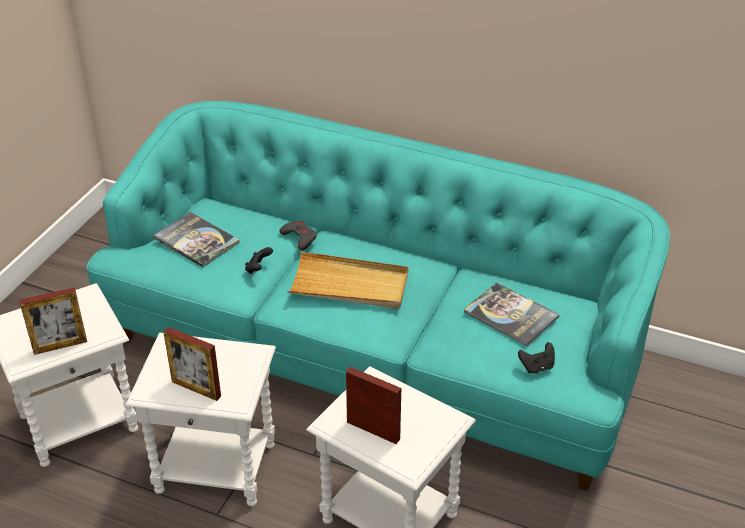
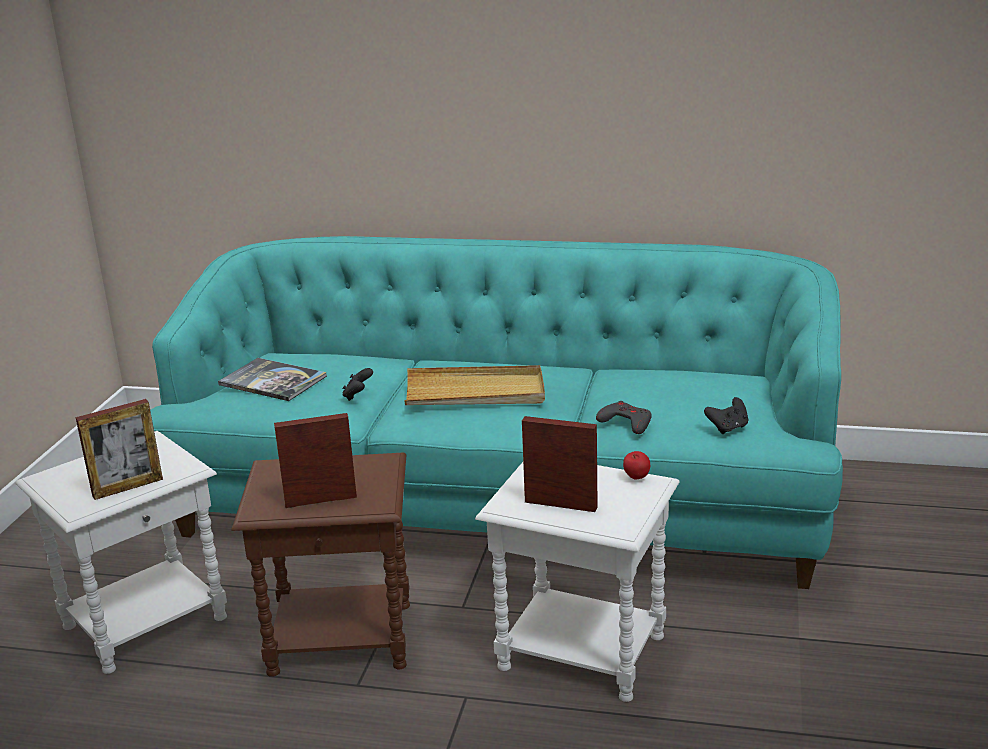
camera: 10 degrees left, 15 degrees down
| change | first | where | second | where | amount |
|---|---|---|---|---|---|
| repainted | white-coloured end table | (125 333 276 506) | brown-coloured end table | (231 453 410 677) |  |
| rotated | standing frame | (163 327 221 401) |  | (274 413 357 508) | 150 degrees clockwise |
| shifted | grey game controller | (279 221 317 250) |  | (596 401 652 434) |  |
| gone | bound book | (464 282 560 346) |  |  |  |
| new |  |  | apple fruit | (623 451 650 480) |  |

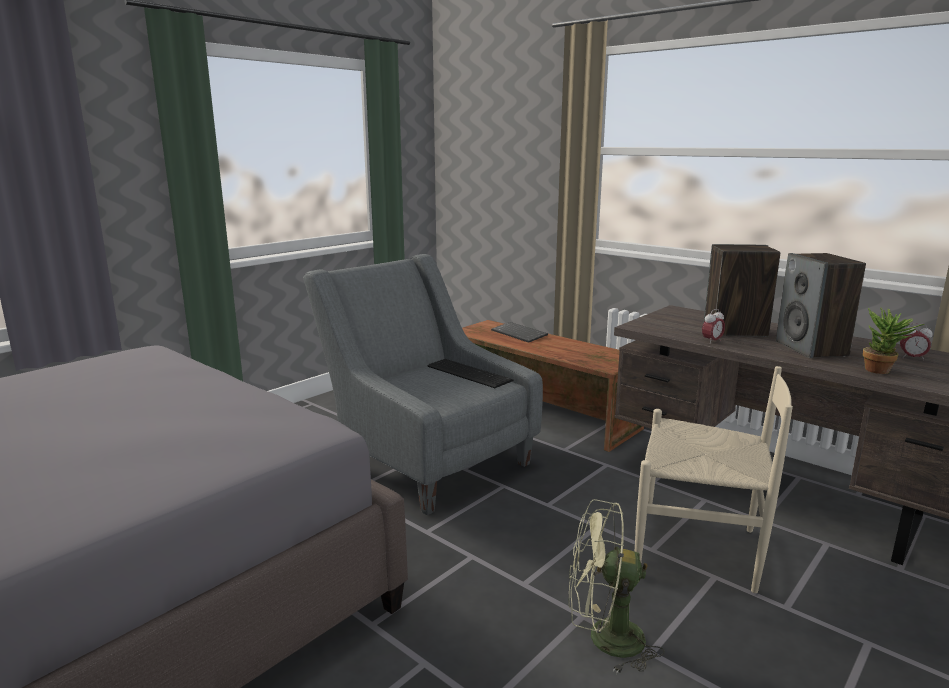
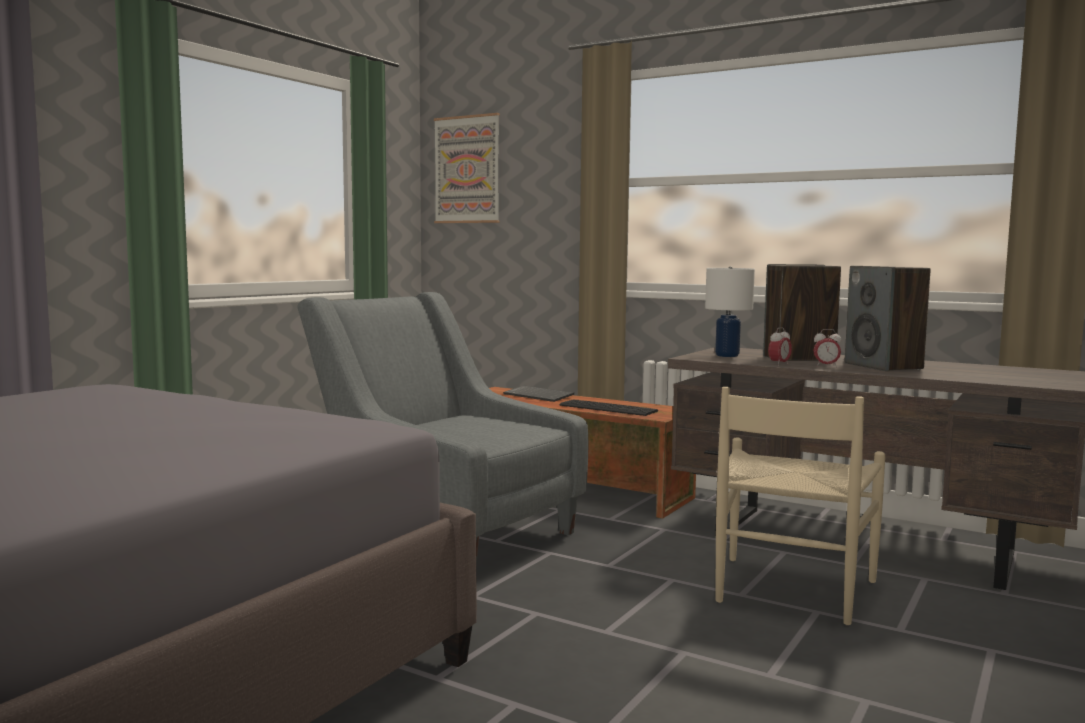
camera: 10 degrees left, 10 degrees down
| change | first | where | second | where | amount |
|---|---|---|---|---|---|
| shifted | keyboard | (428 359 514 388) |  | (559 399 658 416) |  |
| gone | green-coloured electric fan | (568 499 664 674) |  |  |  |
| rotated | sand-coloured upright chair | (635 366 793 593) |  | (716 387 885 625) | 105 degrees clockwise |
| gone | plant in a pot | (863 308 925 374) |  |  |  |
| shifted | table clock | (900 323 933 361) |  | (813 329 841 368) |  |
| new |  |  | wall picture | (434 113 500 223) |  |
| new |  |  | white-coloured table lamp | (705 266 755 357) |  |

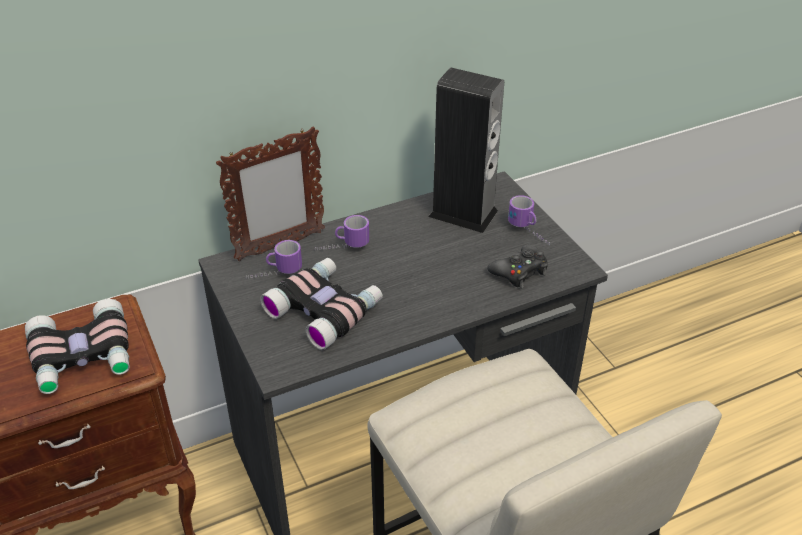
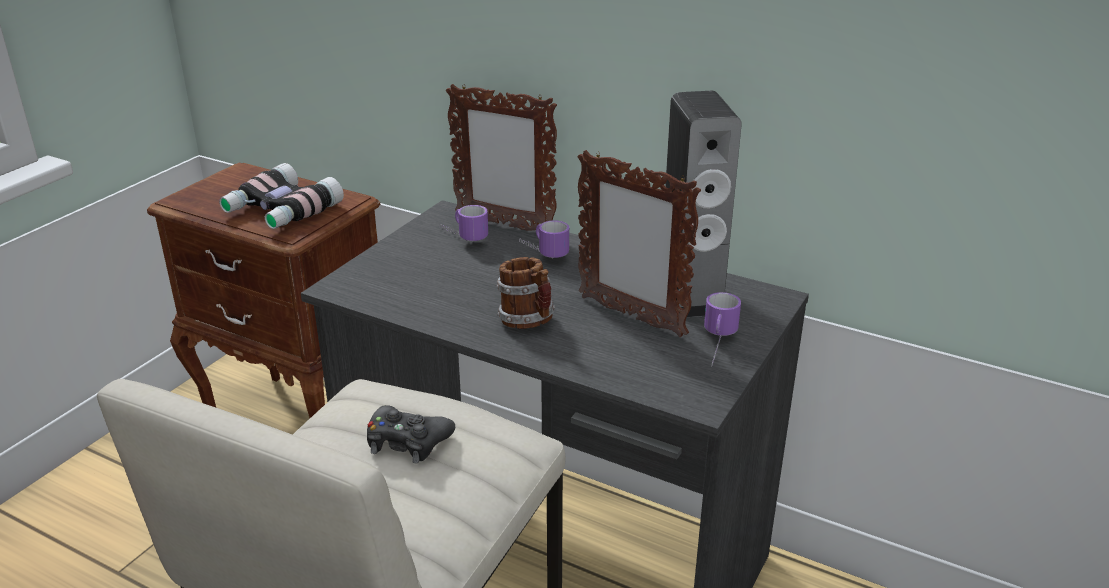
camera: 55 degrees right, 10 degrees down
| change | first | where | second | where | amount |
|---|---|---|---|---|---|
| gone | field glasses | (260 258 383 350) |  |  |  |
| shifted | black-coloured game controller | (487 244 548 288) |  | (367 405 455 464) |  |
| new |  |  | mug | (496 257 555 329) |  |
| new |  |  | standing frame | (578 150 701 337) |  |

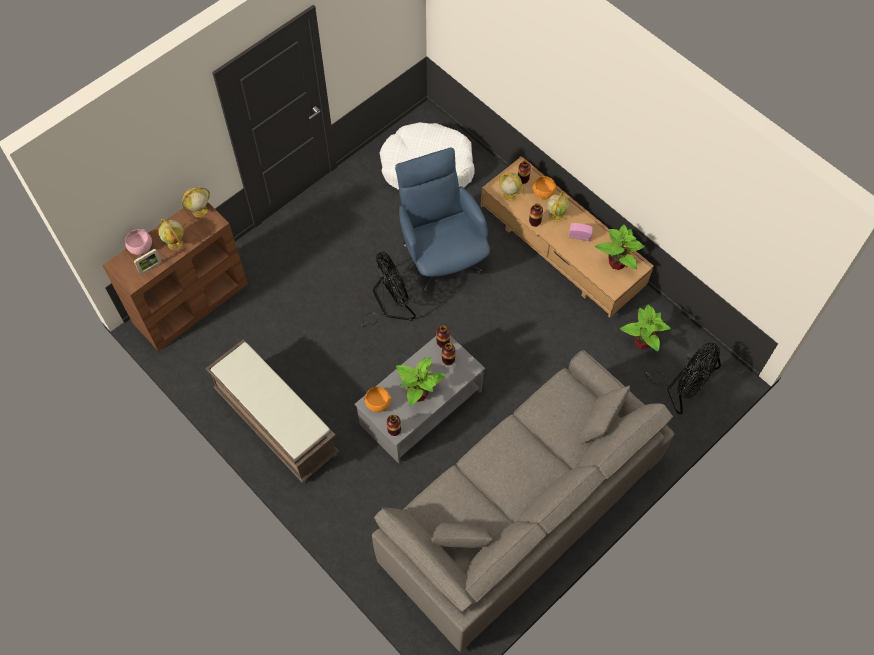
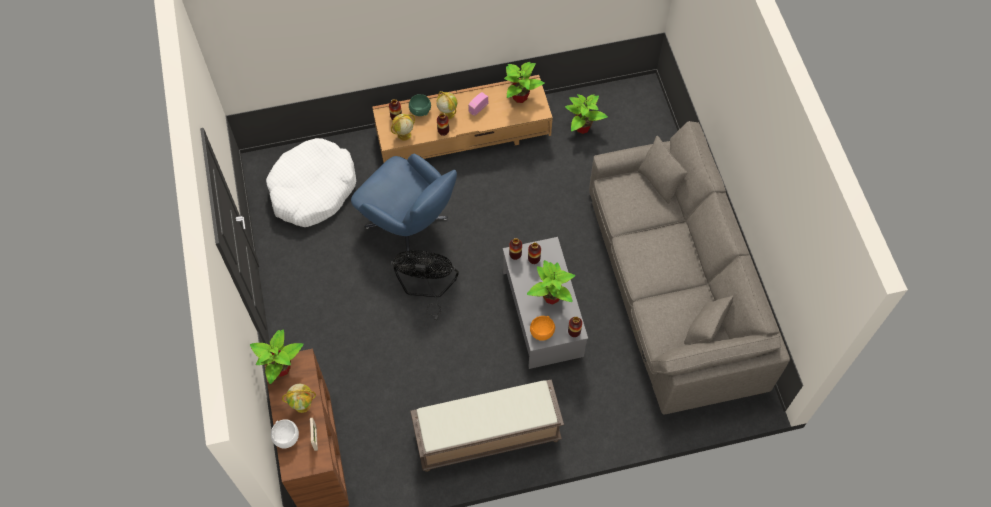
camera: 60 degrees left, 0 degrees up
| change | first | where | second | where | amount |
|---|---|---|---|---|---|
| repainted | pink bowl | (125 229 152 255) | white-coloured bowl | (271 419 299 448) |  |
| swapped | desk globe | (182 187 210 217) | plant in a pot | (250 329 303 384) |  |
| rotated | blue armchair | (395 147 490 291) |  | (351 154 457 259) | 150 degrees counterclockwise |
| repainted | orange-coloured bowl | (533 176 556 200) | green-coloured bowl | (409 94 431 116) |  |
| gone | black-coloured electric fan | (645 343 721 415) |  |  |  |

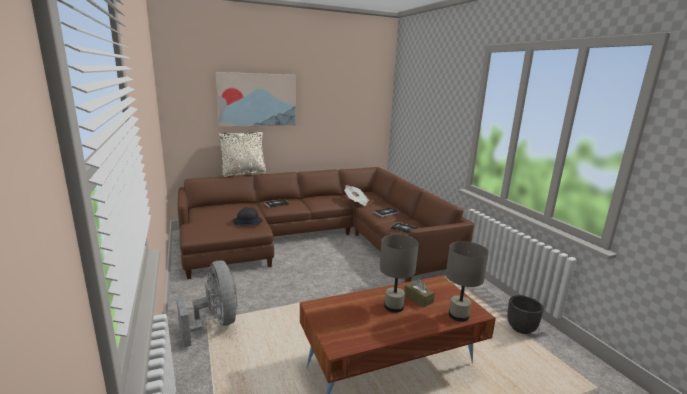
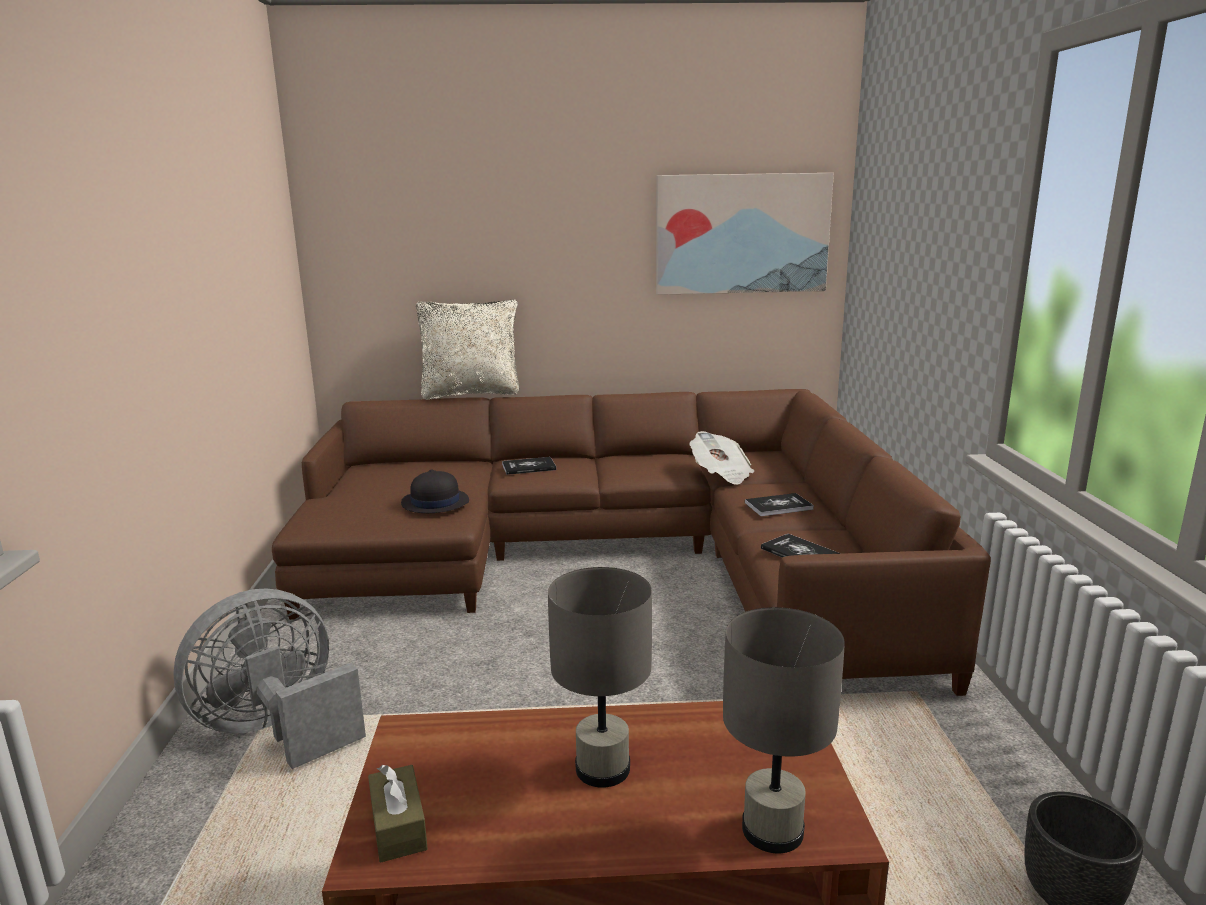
camera: 20 degrees right, 0 degrees up
| change | first | where | second | where | amount |
|---|---|---|---|---|---|
| rotated | grey electric fan | (176 261 238 348) |  | (173 588 366 769) | 120 degrees counterclockwise |
| shifted | wall picture | (216 72 296 127) |  | (656 173 834 295) |  |
| shifted | brown-coloured box of tissues | (404 279 435 307) |  | (368 765 428 862) |  |

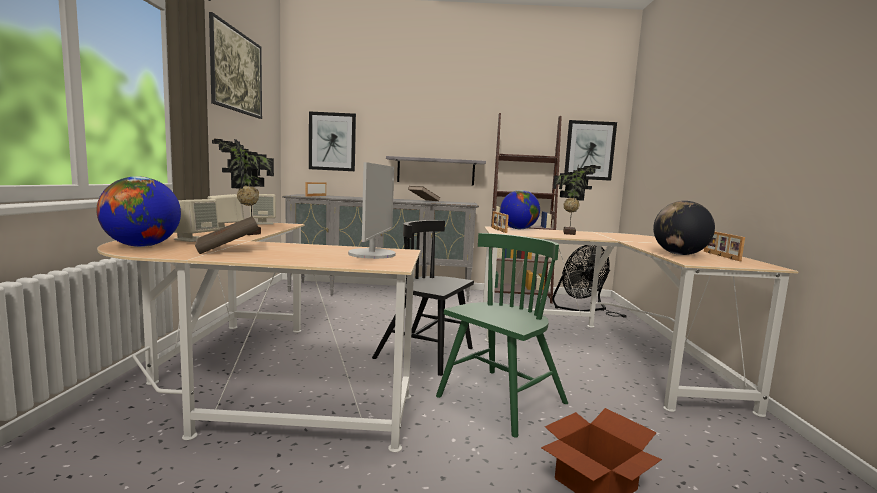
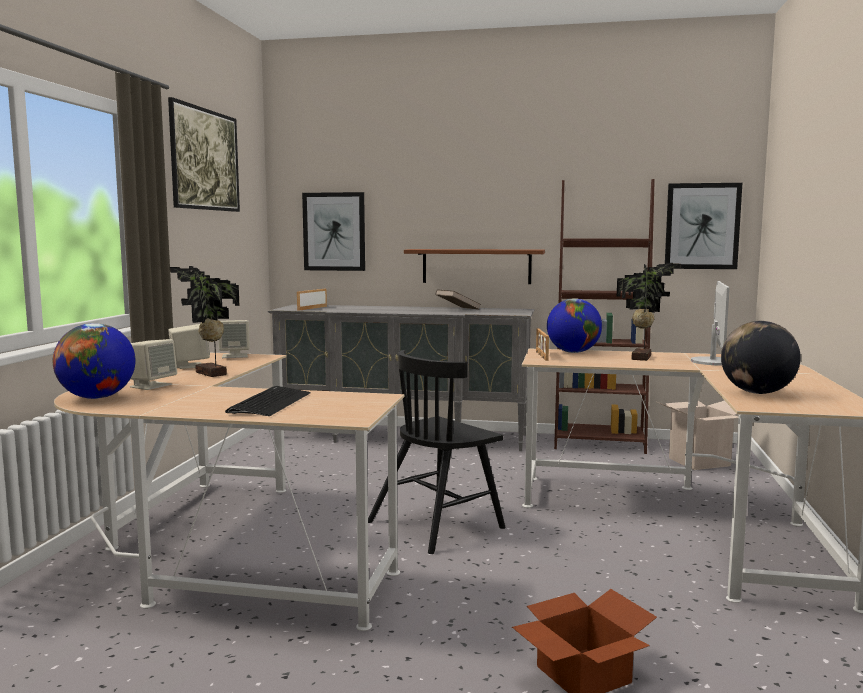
camera: 10 degrees right, 0 degrees up
| change | first | where | second | where | amount |
|---|---|---|---|---|---|
| gone | brown-coloured bound book | (195 216 259 254) |  |  |  |
| shifted | monitor | (348 162 396 259) |  | (691 281 730 366) |  |
| rotated | black-coloured upright chair | (372 220 474 376) |  | (368 350 506 554) | 75 degrees counterclockwise |
| repainted | grey shelf | (386 156 486 186) | brown-coloured shelf | (404 249 545 284) |  |
| gone | green-coloured upright chair | (436 233 568 438) |  |  |  |
| swapped | black-coloured electric fan | (552 245 627 318) | carton | (657 401 739 470) |  |
| gone | standing frame | (704 232 745 261) |  |  |  |
| new |  |  | keyboard | (225 386 311 416) |  |

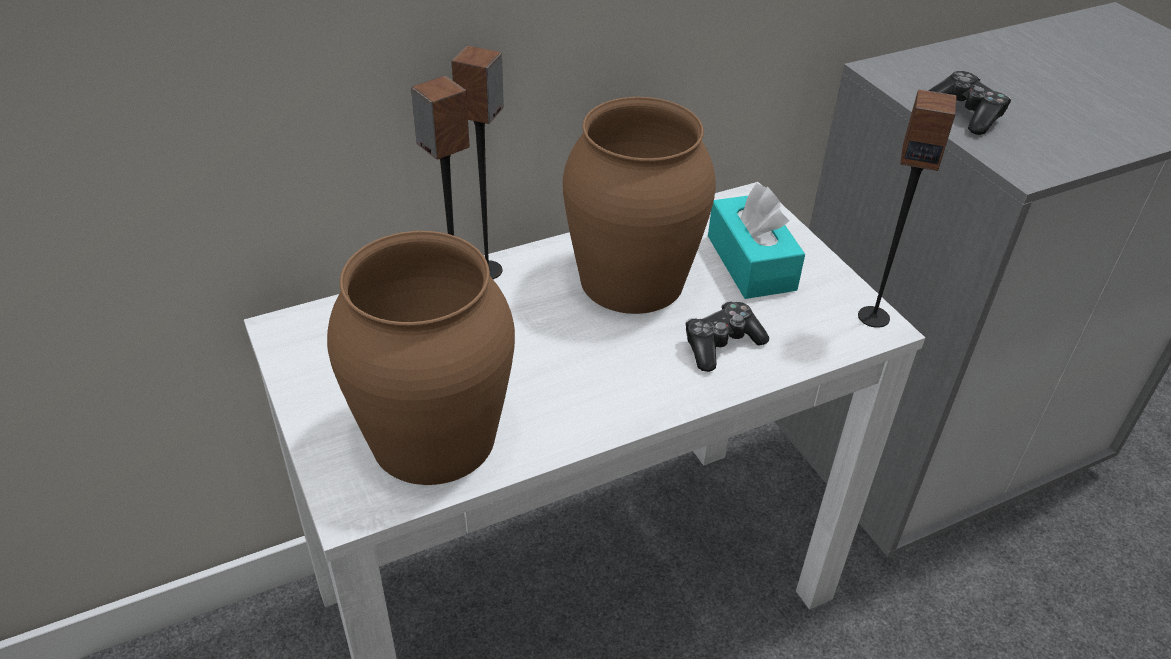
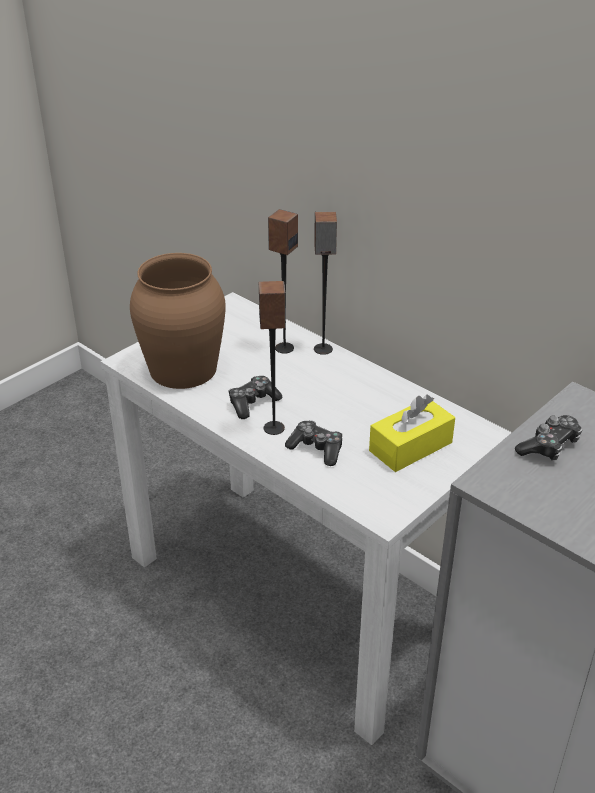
camera: 70 degrees right, 5 degrees down
| change | first | where | second | where | amount |
|---|---|---|---|---|---|
| gone | brown-coloured decorative vase | (563 97 716 314) |  |  |  |
| repainted | turquoise box of tissues | (708 183 805 299) | yellow-coloured box of tissues | (369 394 455 472) |  |
| shifted | audio speaker | (858 89 957 328) |  | (259 281 286 435) |  |
| new |  |  | game controller | (228 376 282 419) |  |

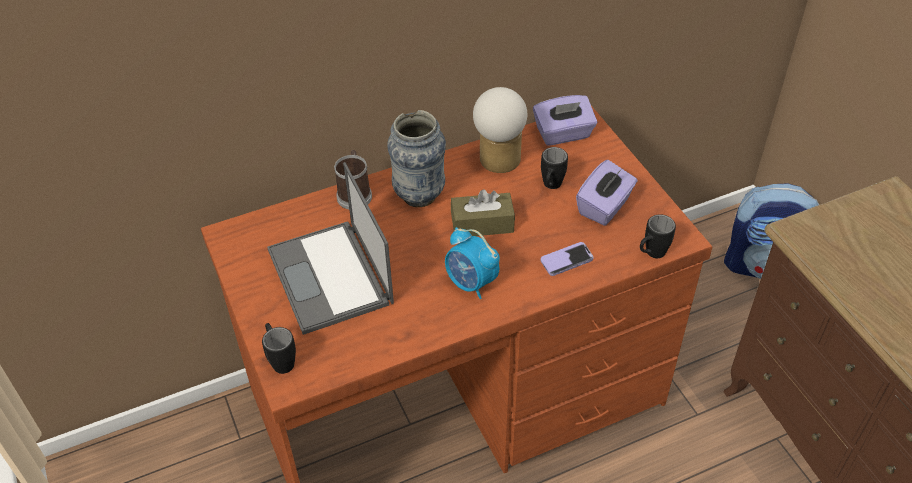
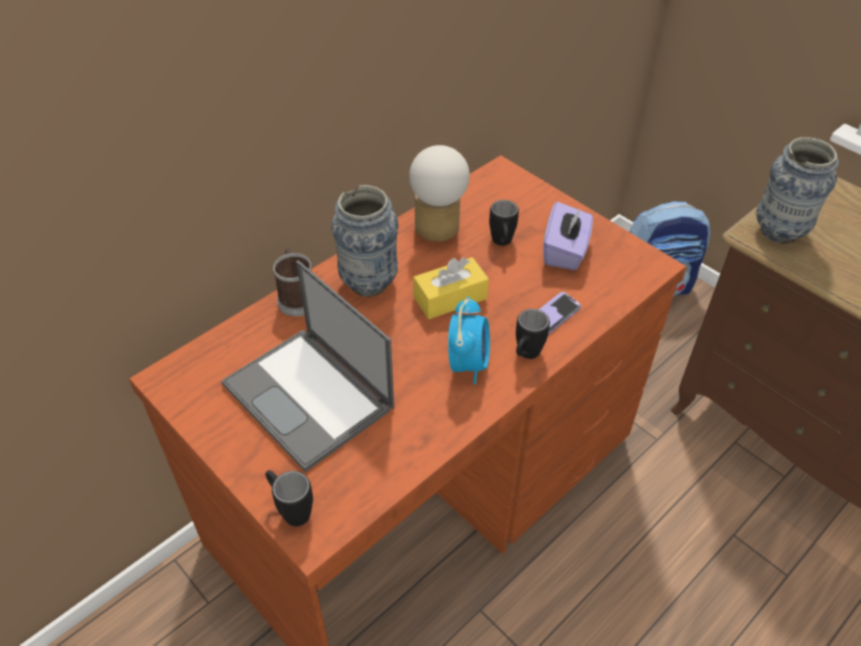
camera: 20 degrees left, 0 degrees up
| change | first | where | second | where | amount |
|---|---|---|---|---|---|
| rotated | table clock | (445 227 500 299) |  | (448 297 490 385) | 105 degrees counterclockwise |
| repainted | brown-coloured box of tissues | (451 189 515 236) | yellow-coloured box of tissues | (413 257 489 319) |  |
| gone | purple box of tissues | (533 95 597 146) |  |  |  |
| shifted | black-coloured mug | (640 214 676 258) |  | (516 309 550 359) |  |
| new |  |  | decorative vase | (756 137 839 244) |  |

